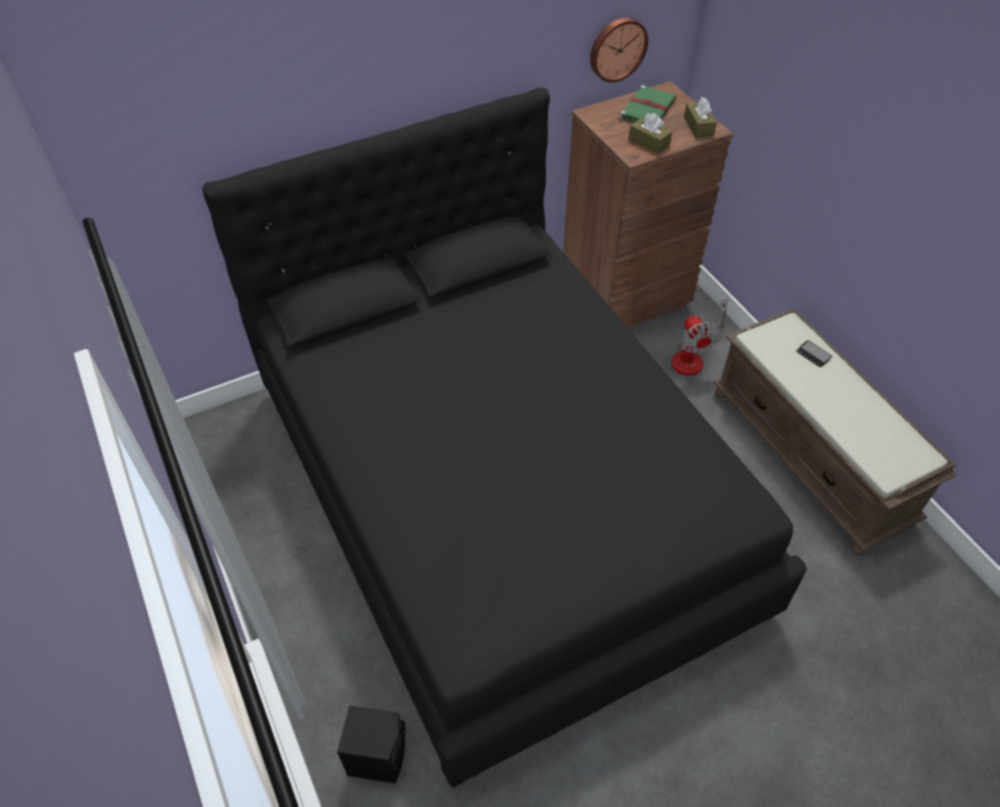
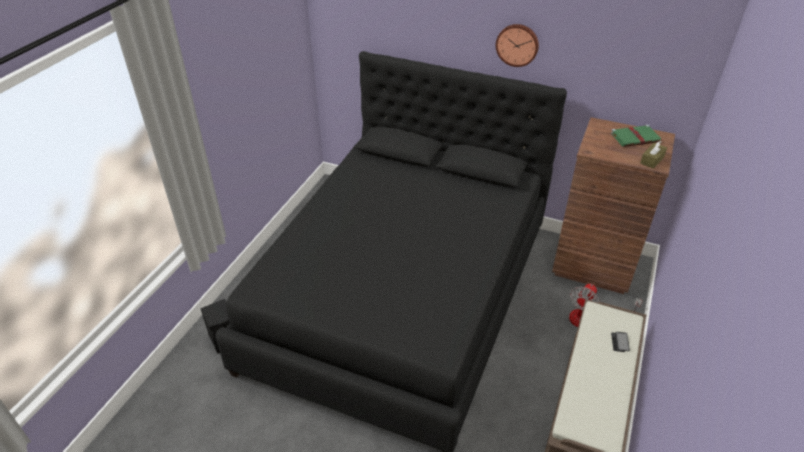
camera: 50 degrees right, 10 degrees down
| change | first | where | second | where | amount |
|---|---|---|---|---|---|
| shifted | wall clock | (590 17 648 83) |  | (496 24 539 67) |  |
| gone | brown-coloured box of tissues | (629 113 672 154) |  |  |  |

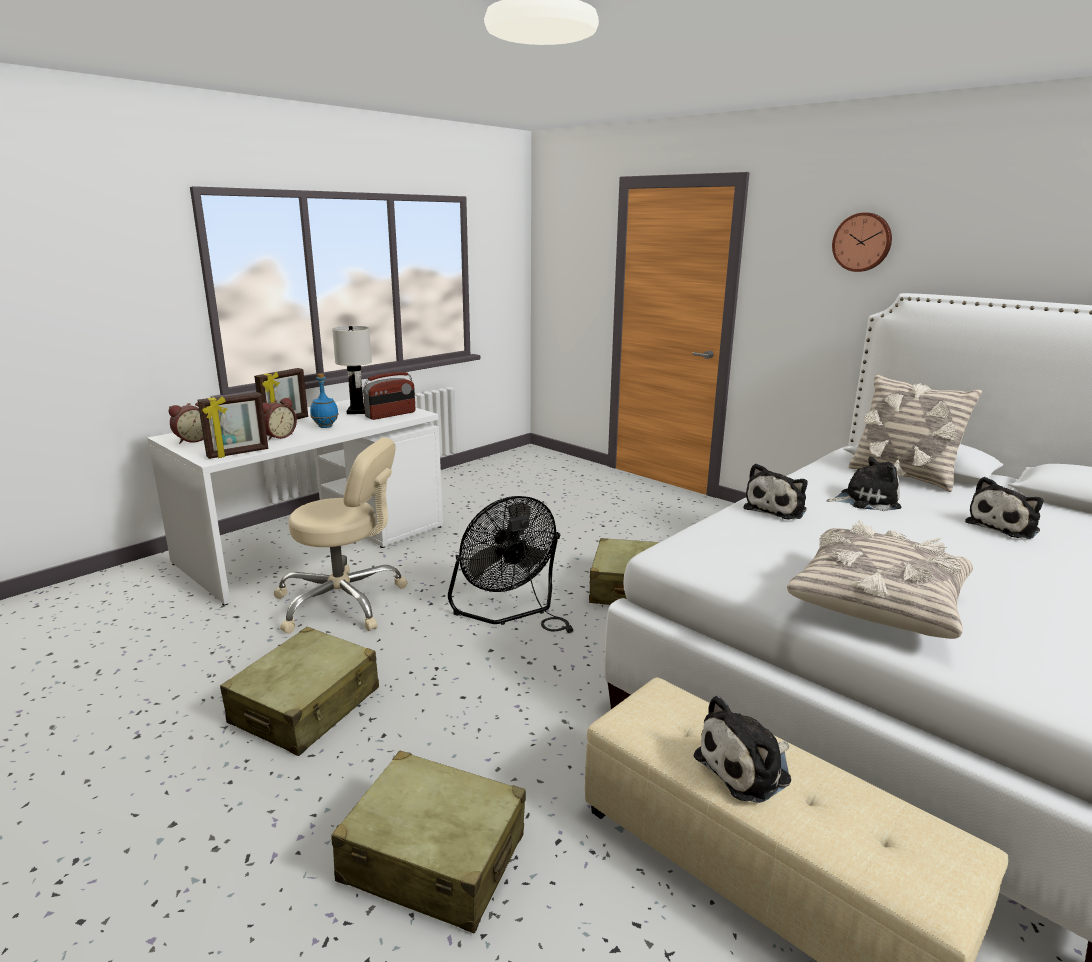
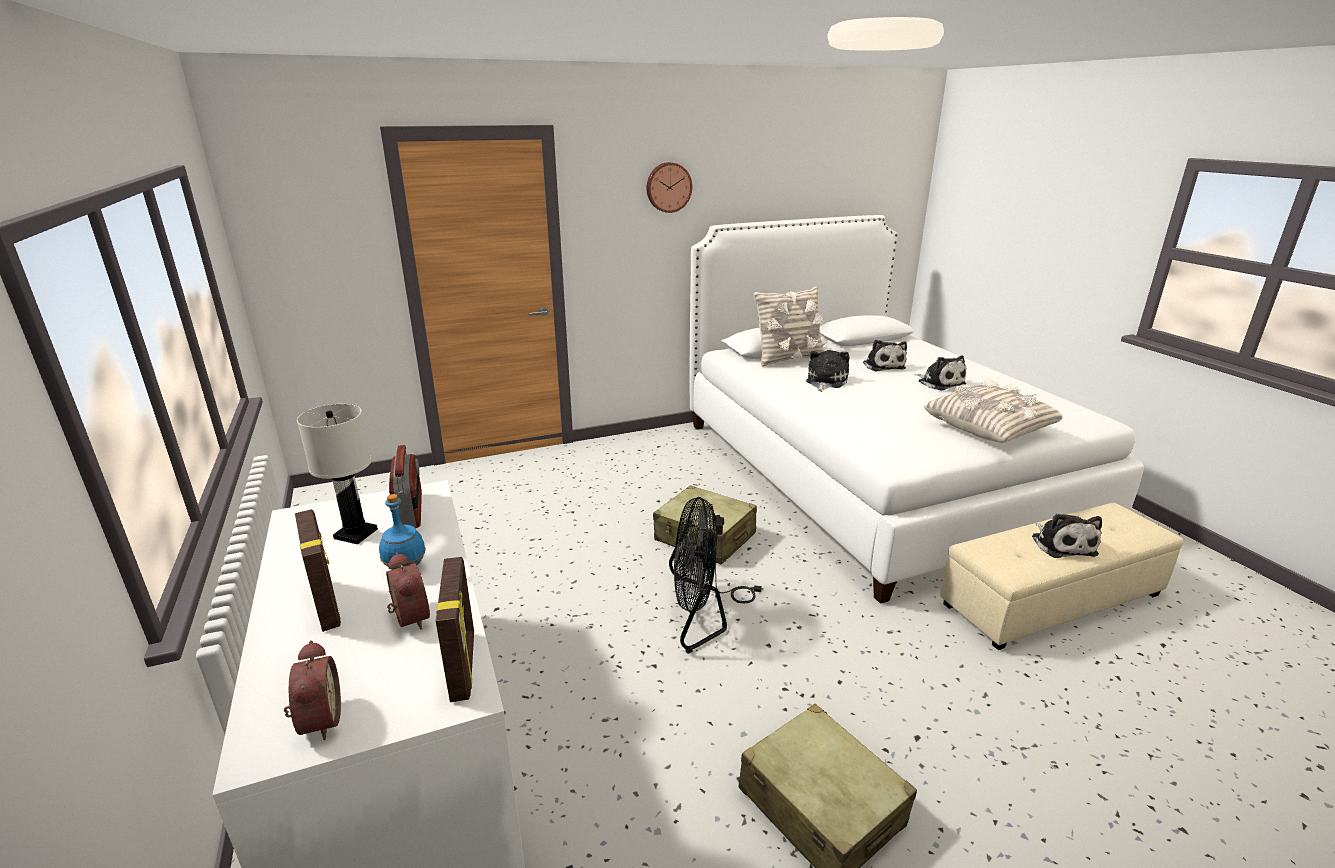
camera: 65 degrees left, 5 degrees up
| change | first | where | second | where | amount |
|---|---|---|---|---|---|
| gone | sand-coloured computer chair | (274 437 408 634) |  |  |  |
| gone | sand-coloured travel case | (331 750 526 933) |  |  |  |
| shifted | soft toy | (743 463 808 520) |  | (915 355 966 391) |  |

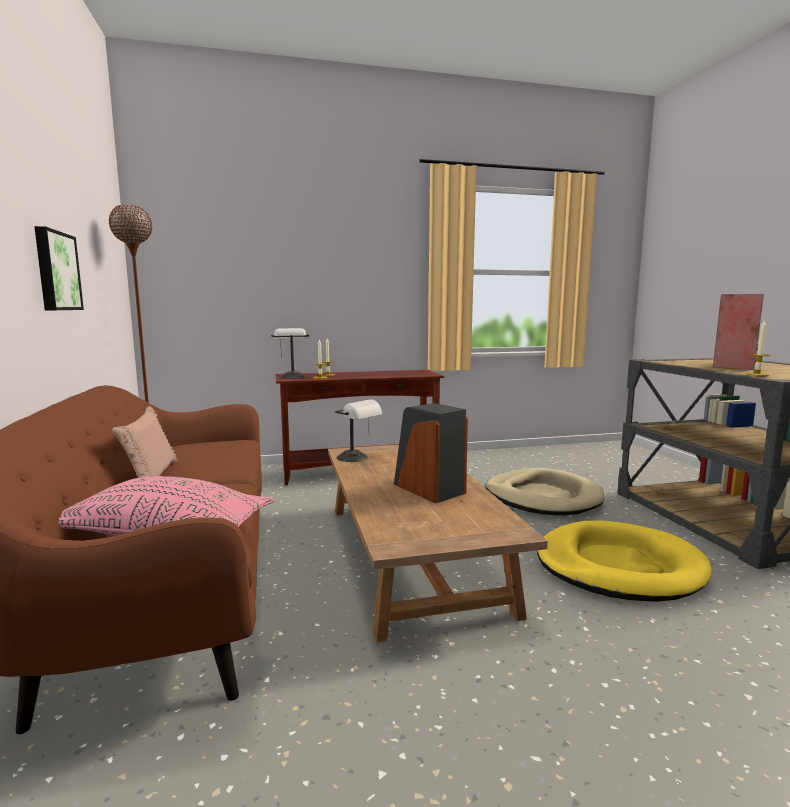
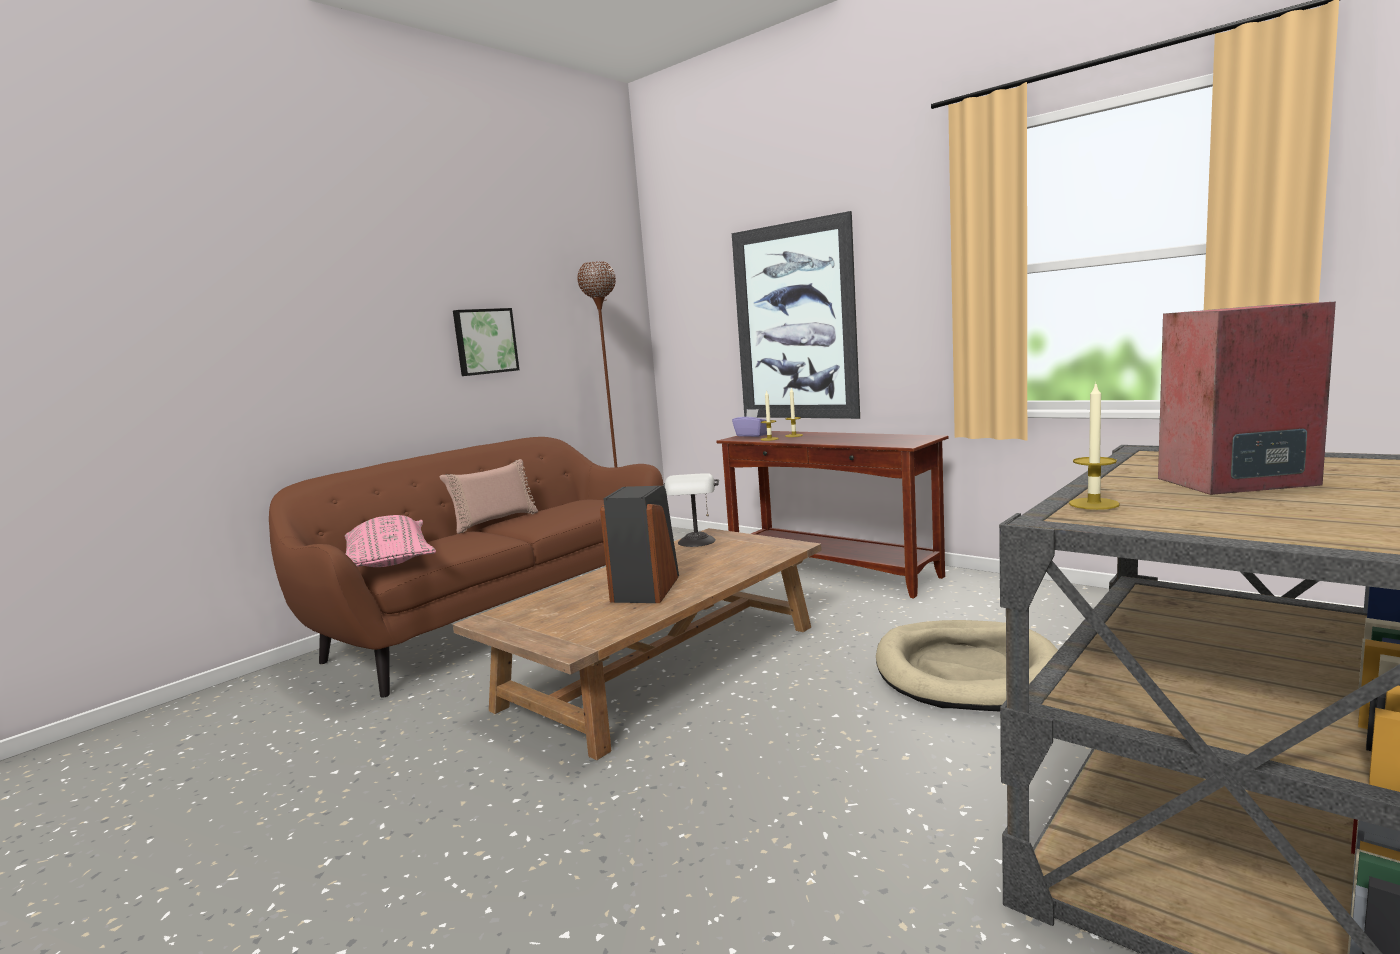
camera: 55 degrees right, 0 degrees up
| change | first | where | second | where | amount |
|---|---|---|---|---|---|
| swapped | table lamp | (271 328 310 379) | purple box of tissues | (732 409 767 437) |  |
| gone | yellow-coloured dog bed | (537 521 712 602) |  |  |  |
| new |  |  | wall picture | (732 211 860 419) |  |

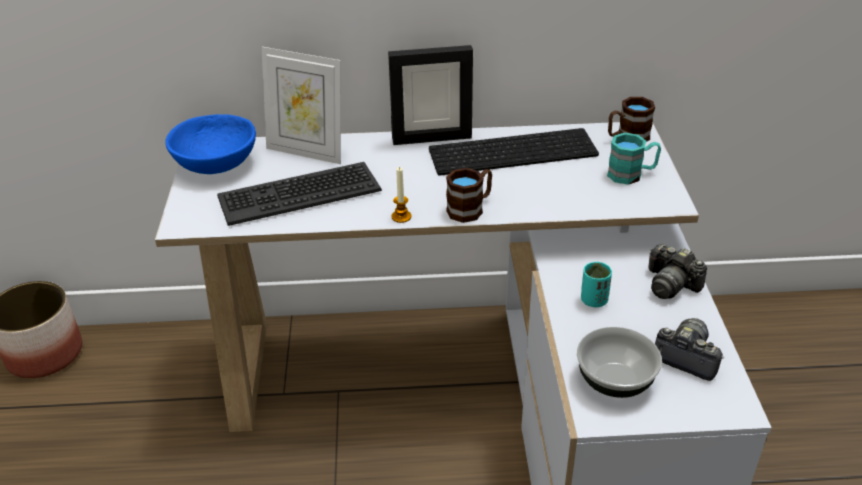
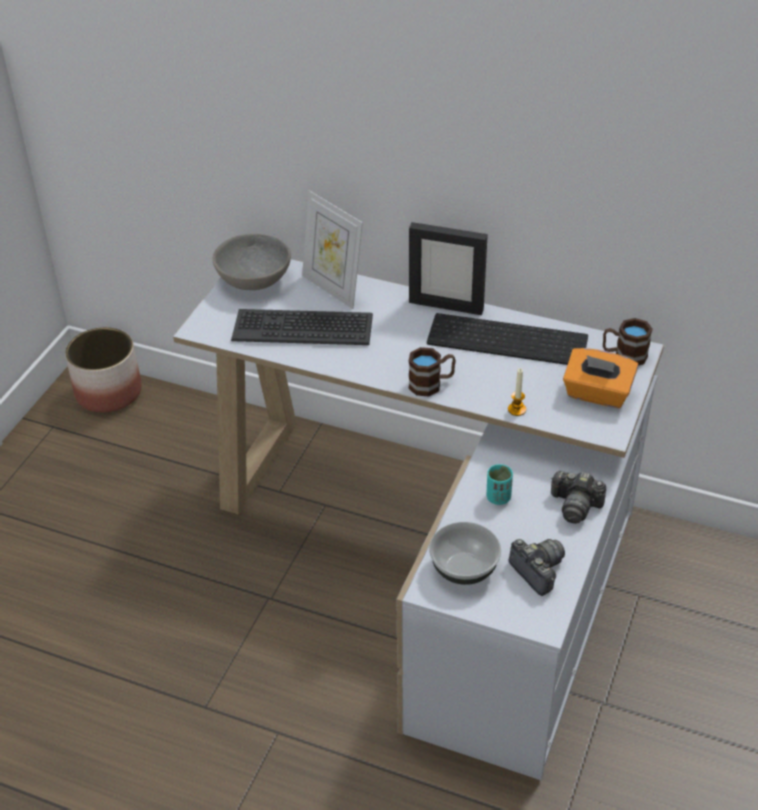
camera: 25 degrees right, 5 degrees up
| change | first | where | second | where | amount |
|---|---|---|---|---|---|
| repainted | blue bowl | (165 114 256 174) | grey bowl | (212 234 291 290) |  |
| shifted | wax candle | (391 167 411 223) |  | (508 368 526 416) |  |
| swapped | turquoise mug | (607 133 661 185) | orange-coloured box of tissues | (563 348 638 408) |  |
| rotated | photo camera | (648 244 707 299) |  | (551 471 606 524) | 45 degrees counterclockwise |

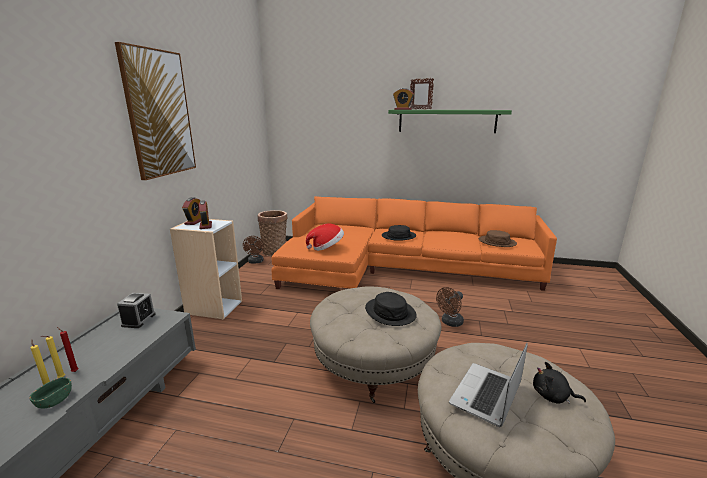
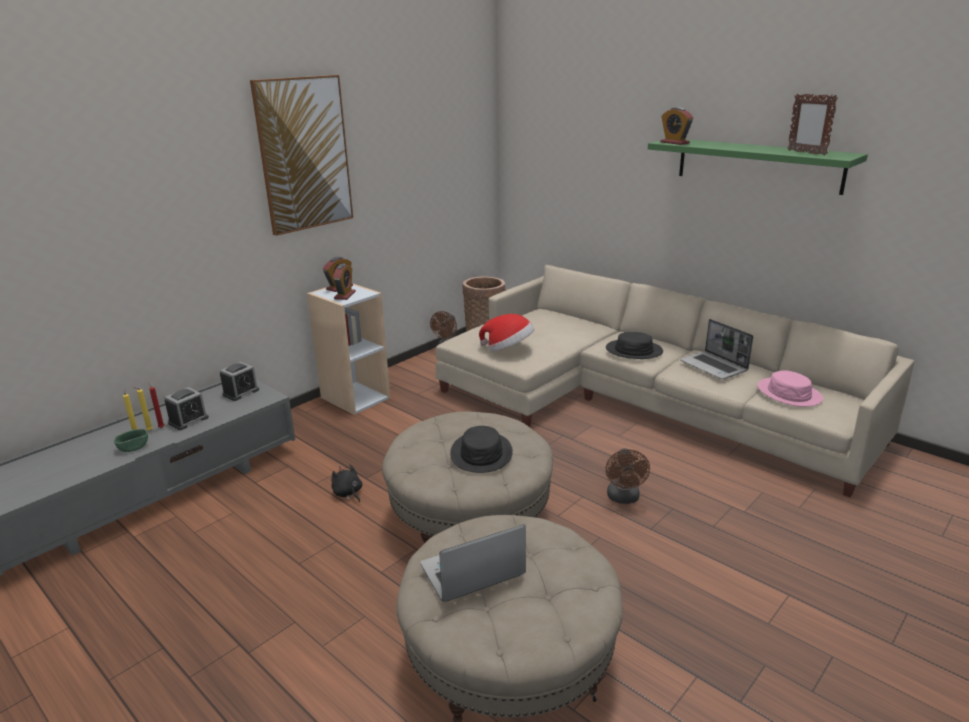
camera: 30 degrees right, 5 degrees up
| change | first | where | second | where | amount |
|---|---|---|---|---|---|
| repainted | orange-coloured settee | (272 196 557 291) | sand-coloured settee | (436 265 914 497) |  |
| shifted | standing frame | (410 78 434 110) |  | (788 94 838 155) |  |
| rotated | brown-coloured electric fan | (436 287 464 327) |  | (605 448 650 504) | 75 degrees counterclockwise |
| repainted | brown-coloured clothing hat | (479 230 517 247) | pink clothing hat | (757 370 823 407) |  |
| shifted | black-coloured soft toy | (533 362 586 404) |  | (331 465 362 503) |  |
| new |  |  | table clock | (164 387 209 430) |  |
| new |  |  | portable computer | (680 319 753 379) |  |

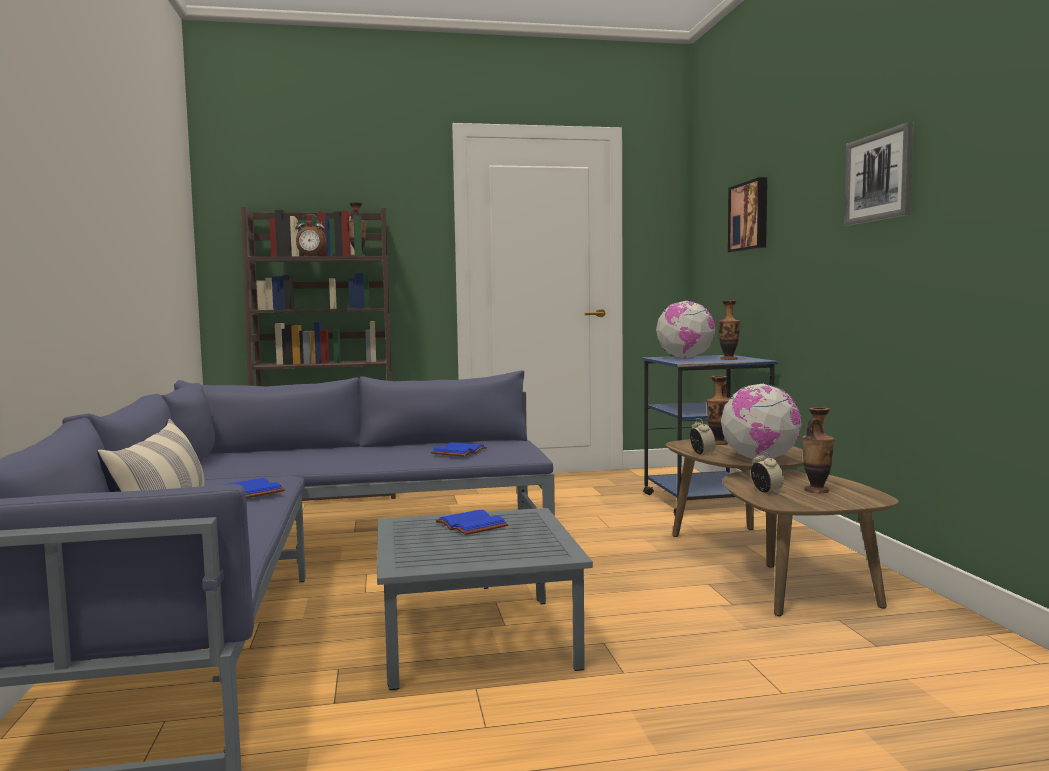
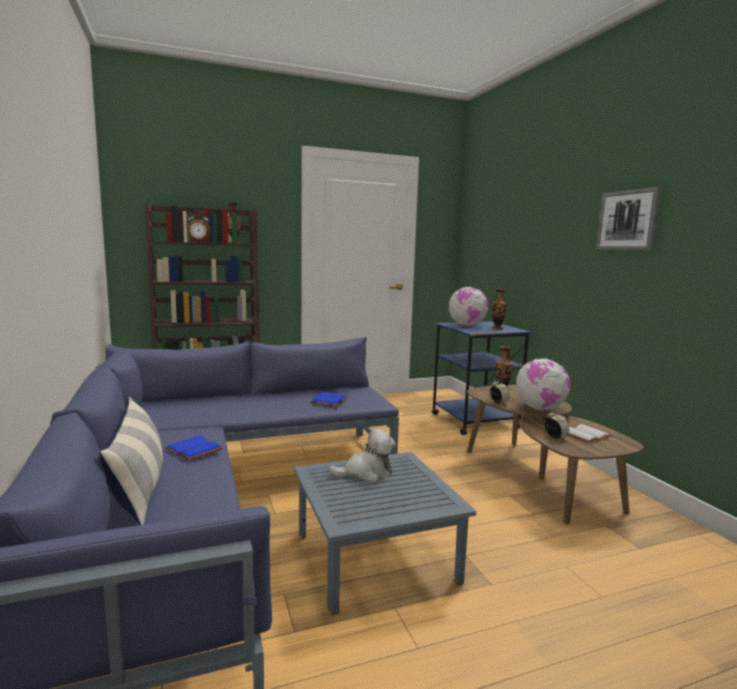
camera: 10 degrees left, 5 degrees up
| change | first | where | second | where | amount |
|---|---|---|---|---|---|
| swapped | blue bound book | (436 510 509 535) | soft toy | (329 429 396 482) |  |
| gone | wall picture | (728 177 767 252) |  |  |  |
| swapped | decorative vase | (802 407 835 493) | white-coloured bound book | (567 424 611 443) |  |

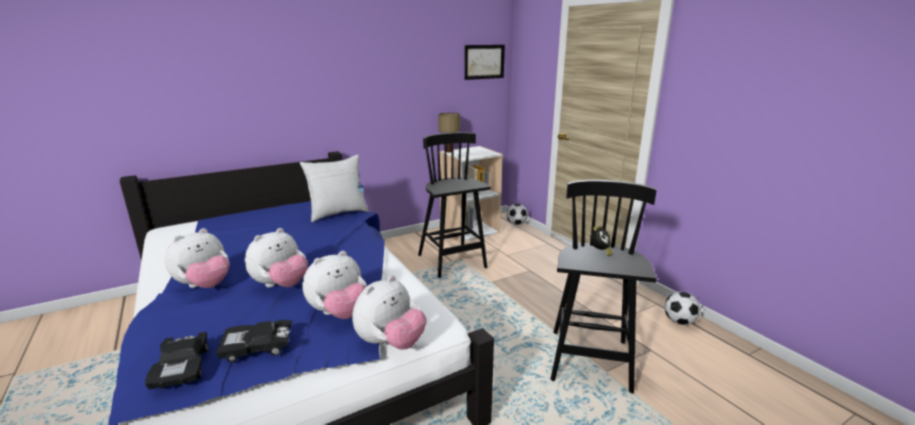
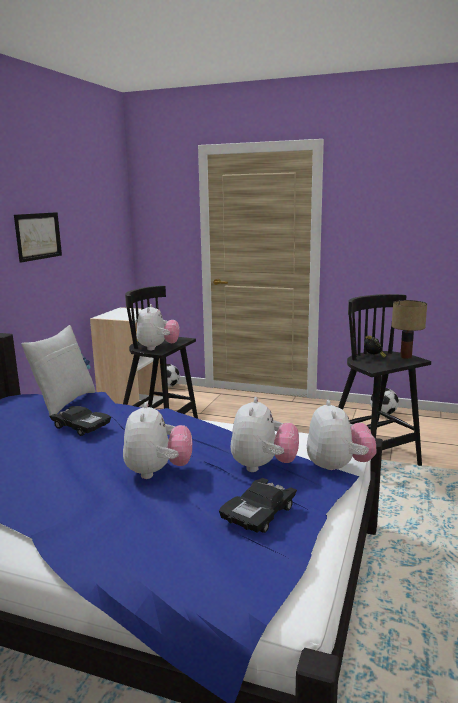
camera: 40 degrees left, 5 degrees down
| change | first | where | second | where | amount |
|---|---|---|---|---|---|
| shifted | black-coloured model car | (145 332 208 389) |  | (49 406 111 436) |  |
| shifted | soft toy | (165 228 230 288) |  | (136 304 179 350) |  |
| shifted | table lamp | (438 113 460 153) |  | (392 300 427 359) |  |
| shifted | wall picture | (465 45 505 80) |  | (14 212 62 263) |  |

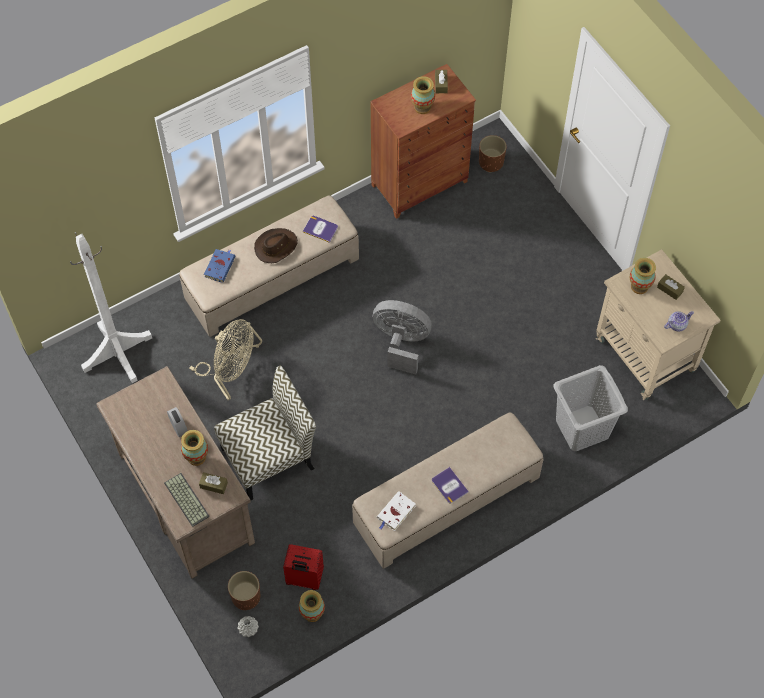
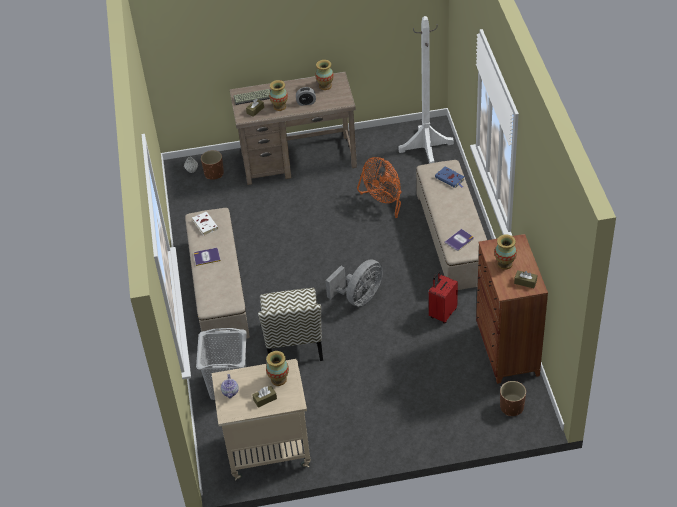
camera: 115 degrees right, 15 degrees down
| change | first | where | second | where | amount |
|---|---|---|---|---|---|
| repainted | sand-coloured electric fan | (189 319 262 400) | orange-coloured electric fan | (357 157 402 218) |  |
| shifted | upright chair | (214 366 316 500) |  | (258 288 323 361) |  |
| gone | brown-coloured clothing hat | (254 228 298 263) |  |  |  |
| shifted | red travel case | (283 544 324 590) |  | (429 271 458 324) |  |
| shifted | decorative vase | (299 590 325 622) |  | (315 60 334 90) |  |

